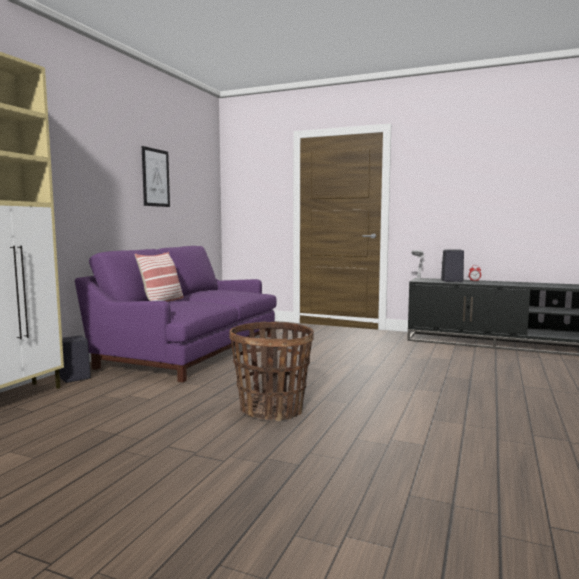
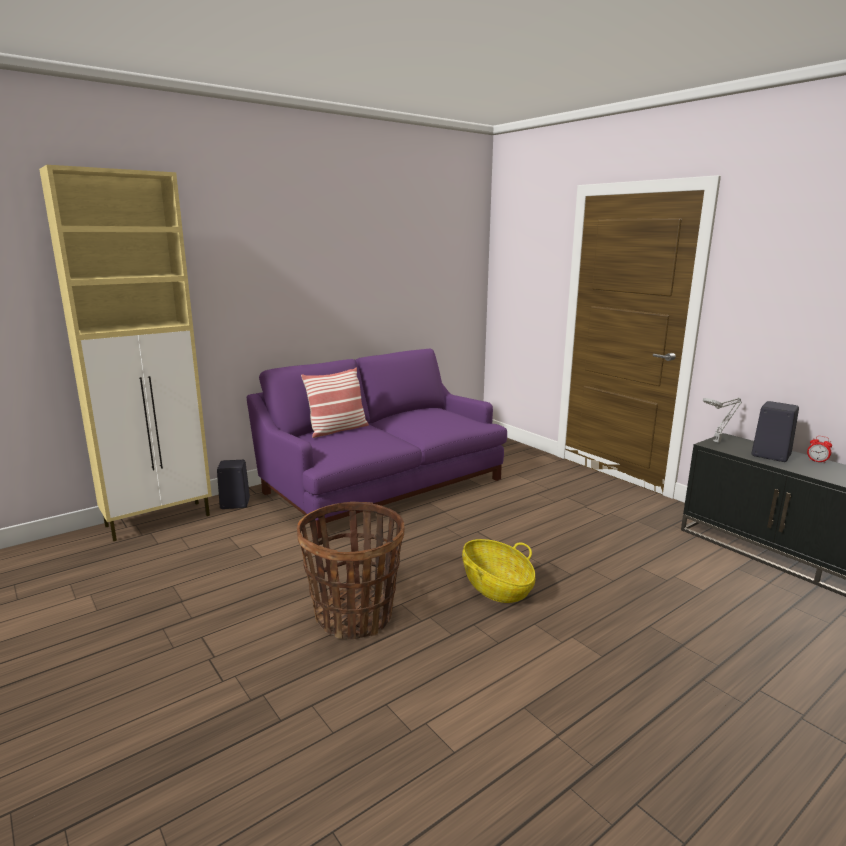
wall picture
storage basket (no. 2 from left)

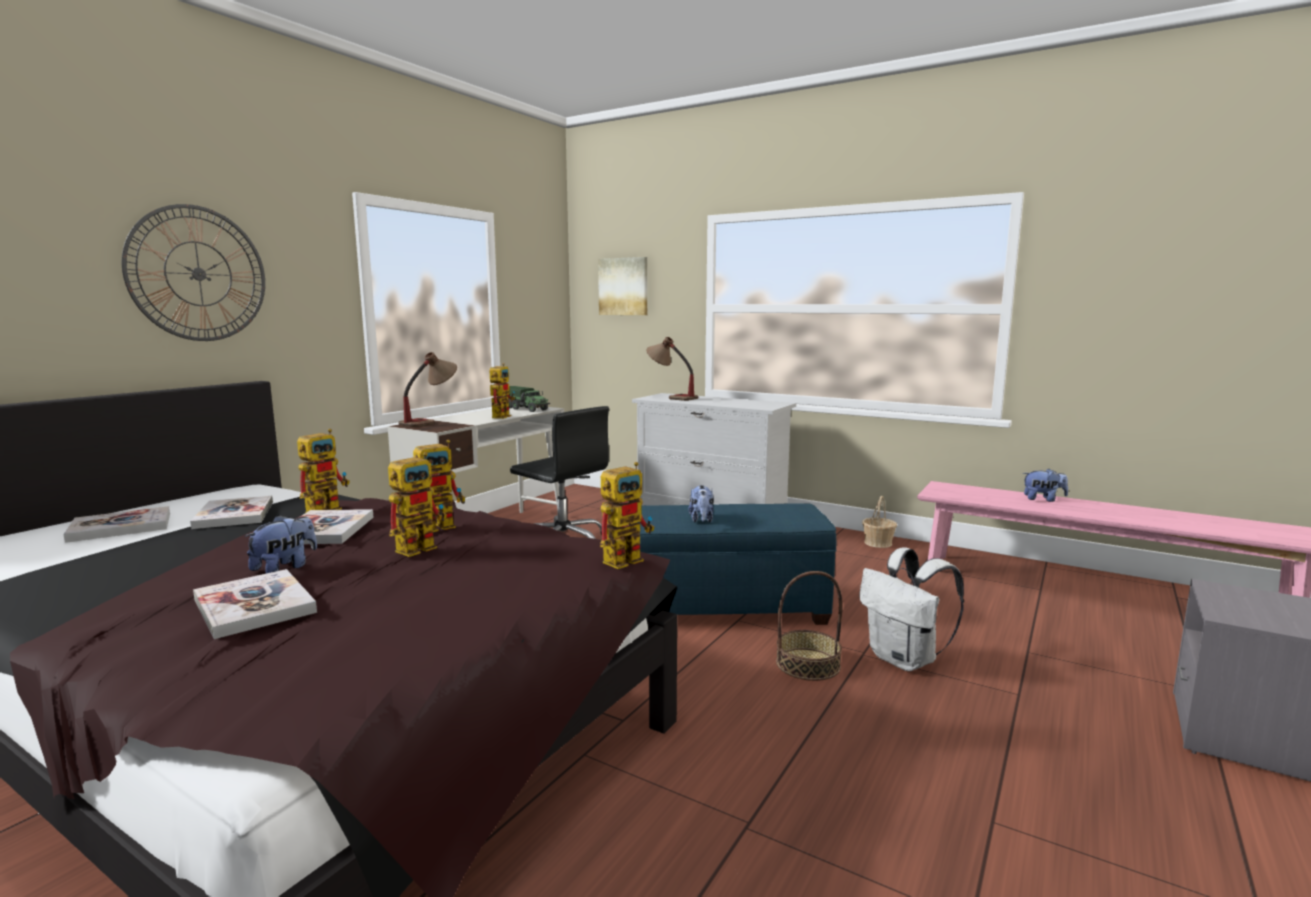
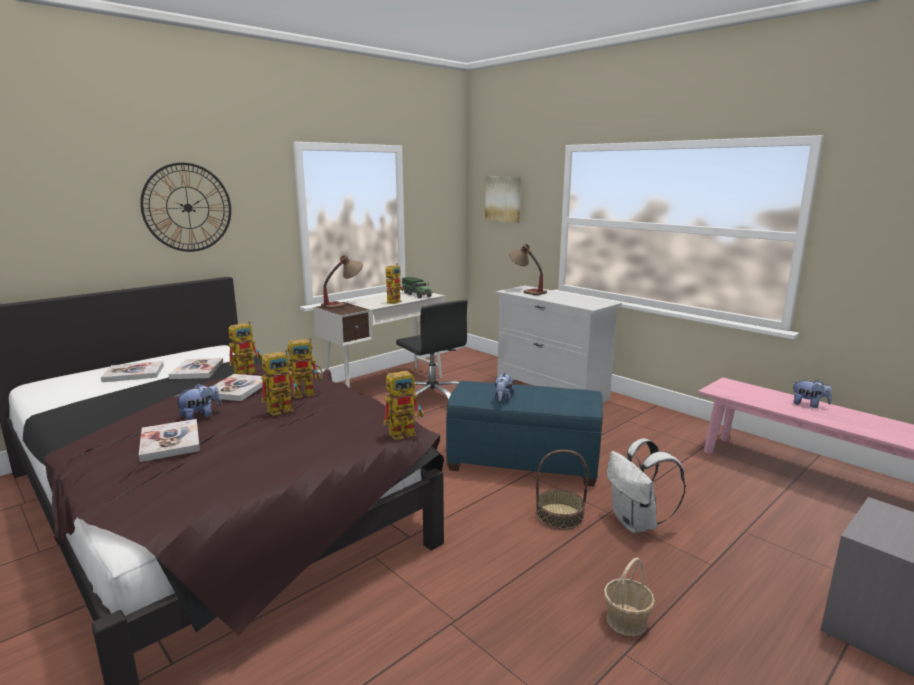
storage basket (no. 2 from left)

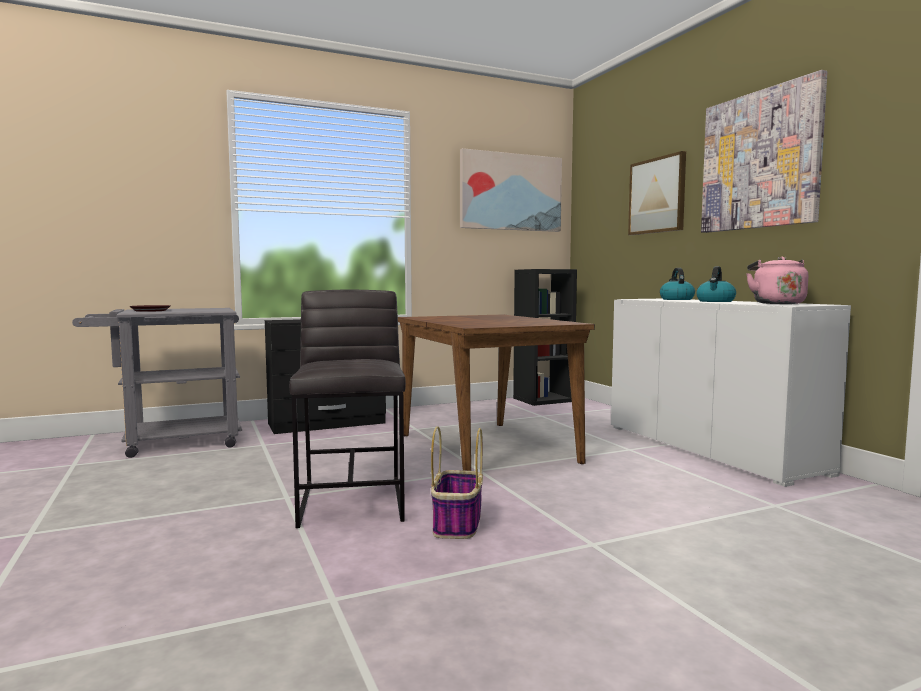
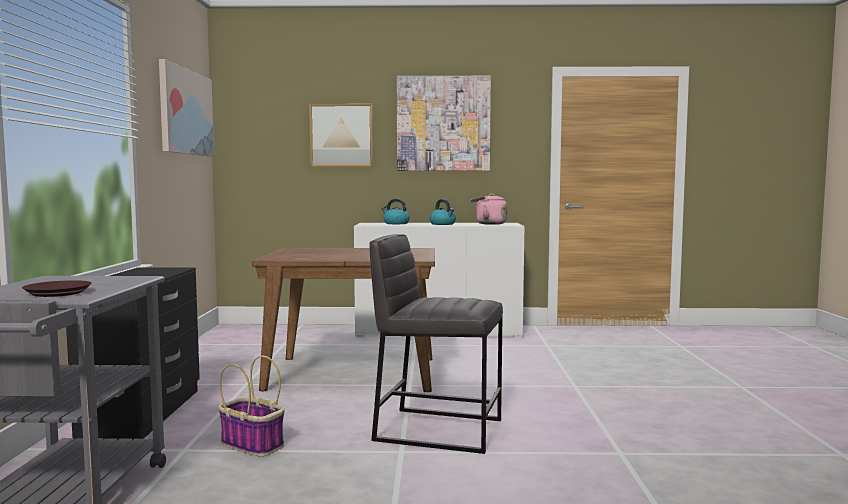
bookshelf (blackish)
storage basket

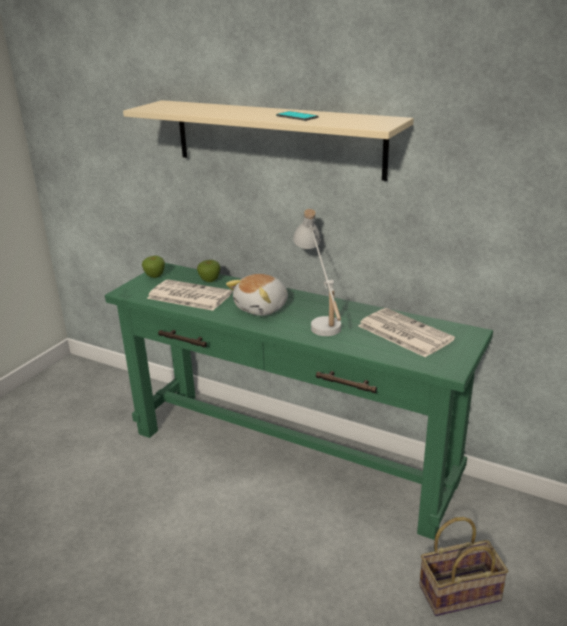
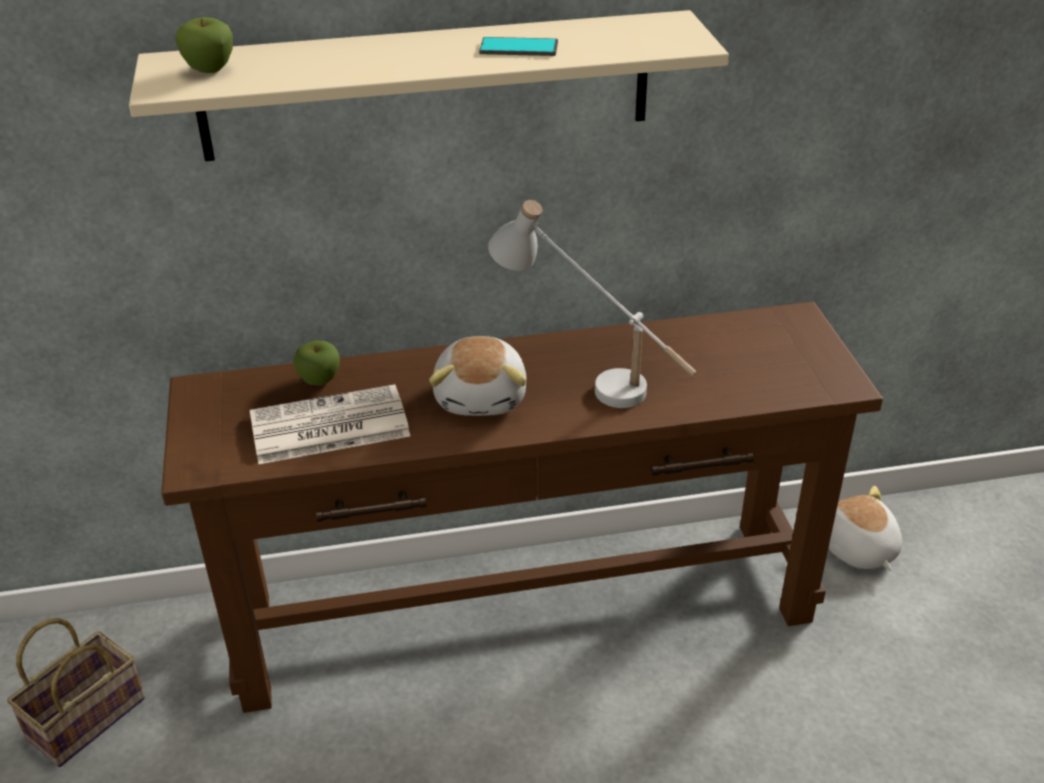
apple (no. 1 from left)
hall table (brown)
printed paper (no. 2 from left in the first image)
storage basket
plush toy (no. 2 from left)

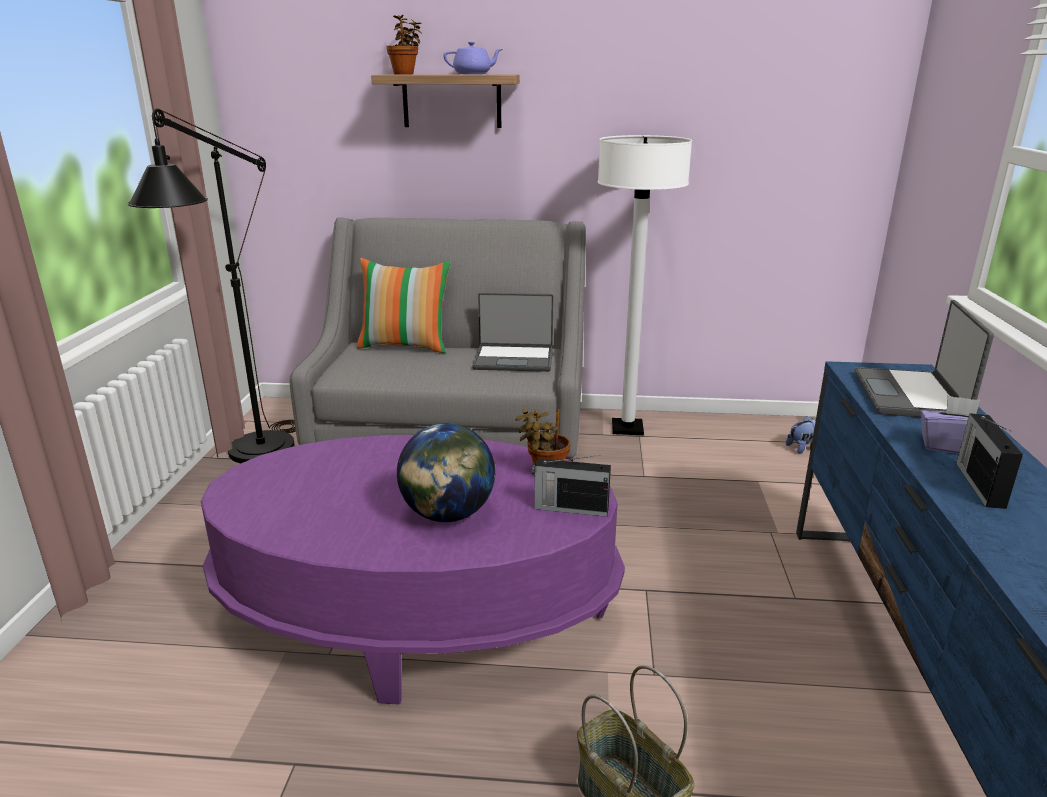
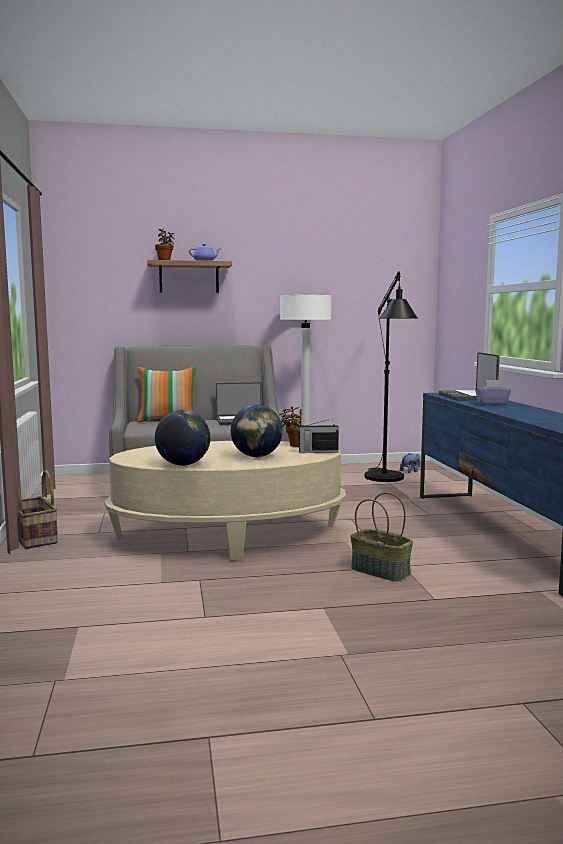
standing lamp (blackish)
radio set (no. 2 from left in the first image)
lounge table (sand-coloured)
globe (no. 1 from left)
storage basket (no. 1 from left)

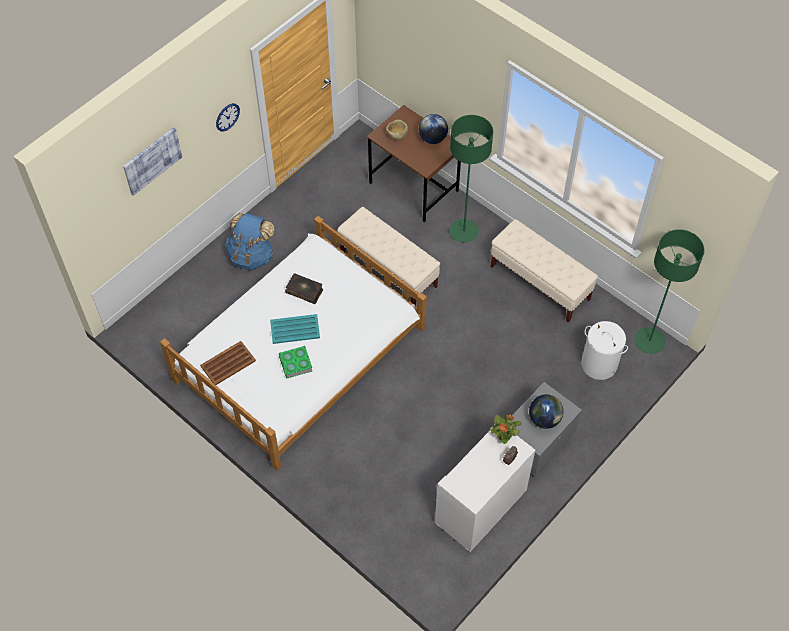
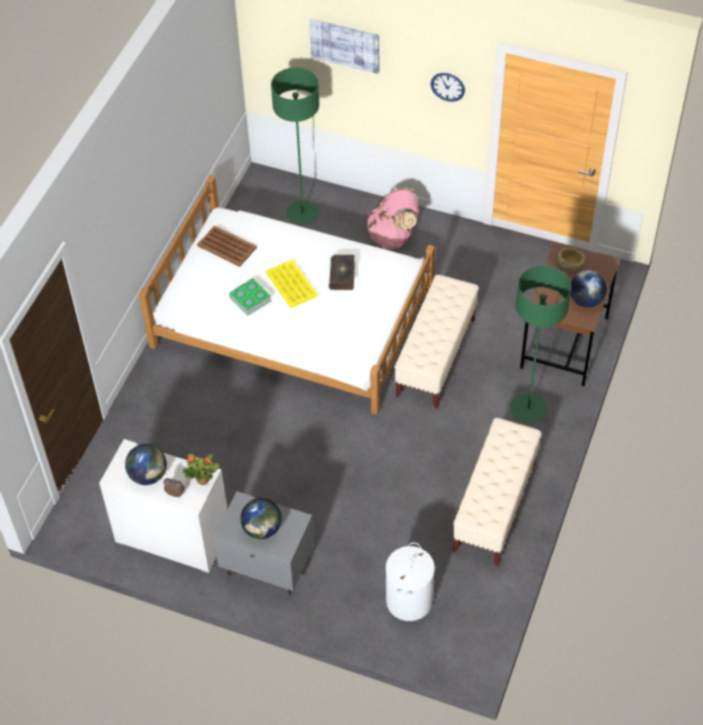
backpack (pinkish)
standing lamp (green) (no. 1 from left)
carrying tray (yellowish)
globe (no. 1 from left)

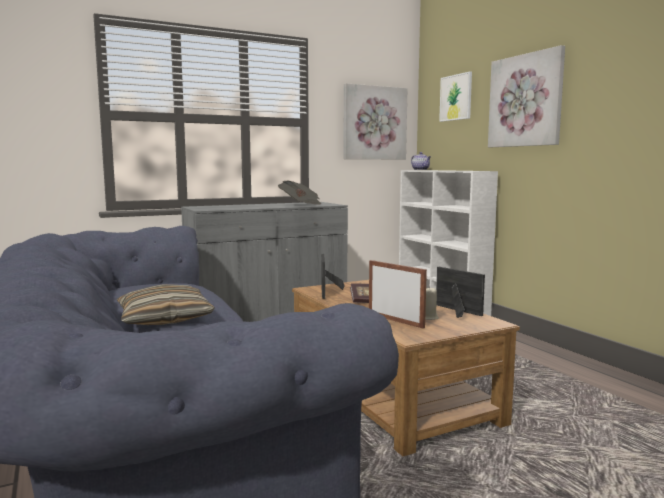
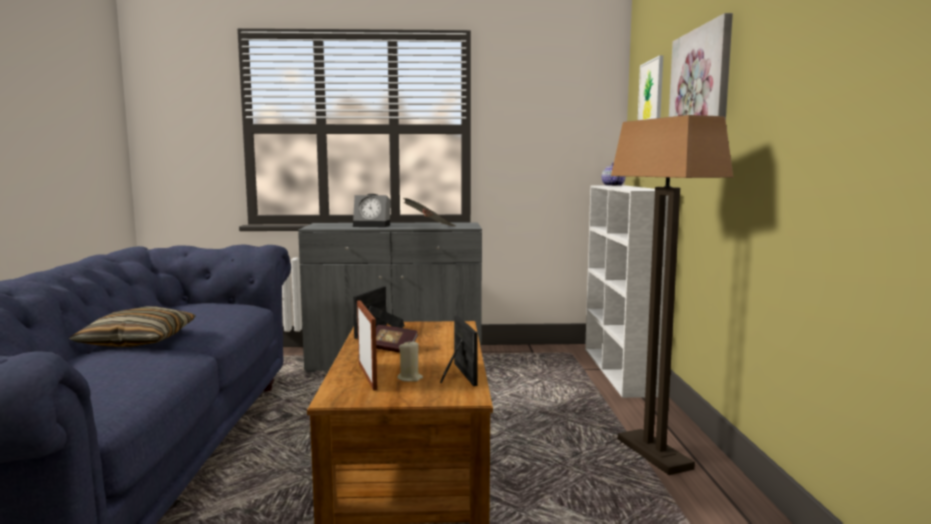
wall picture (no. 1 from left in the first image)
standing lamp
bedside clock

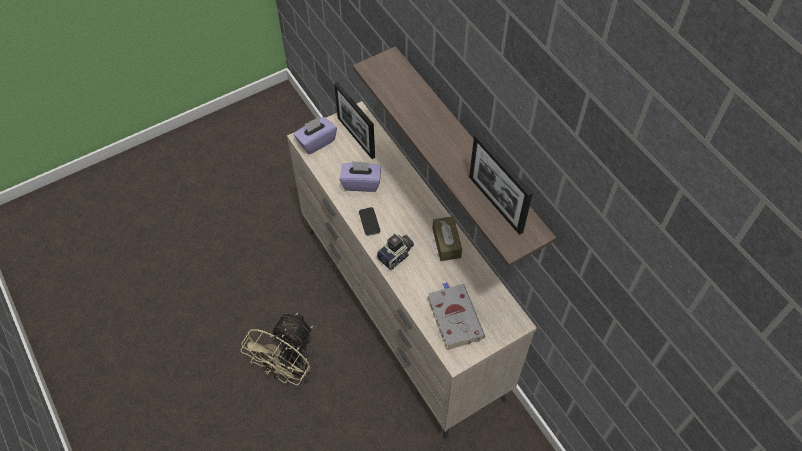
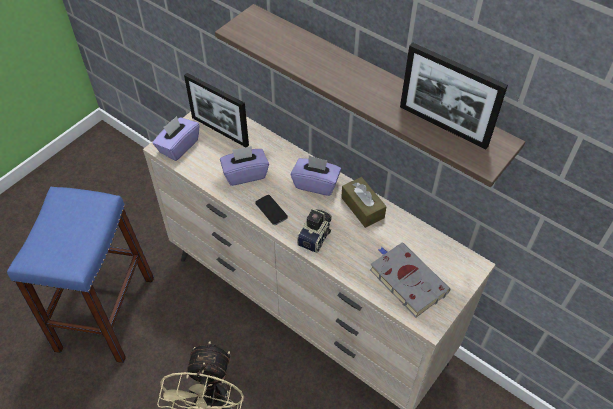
tissue holder (purplish) (no. 3 from left)
sitting stool (blue)

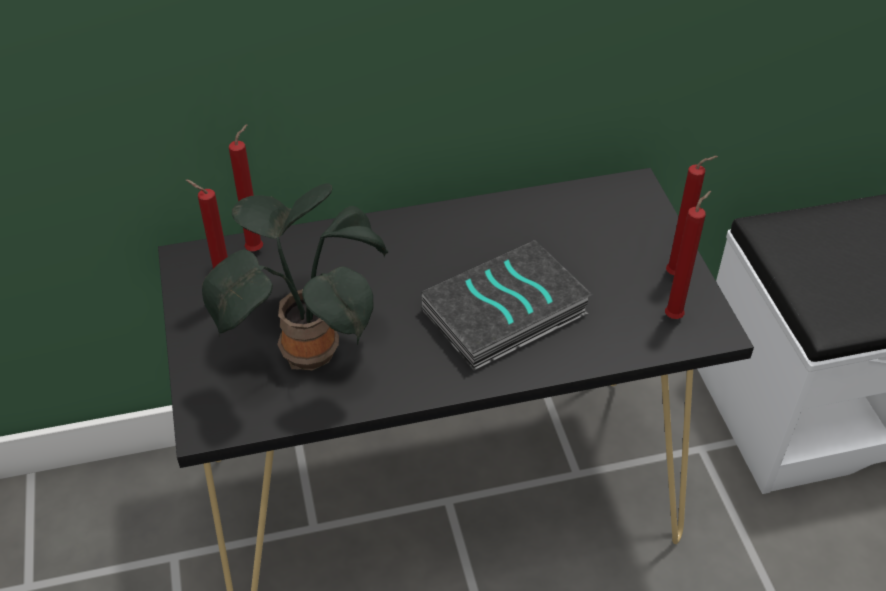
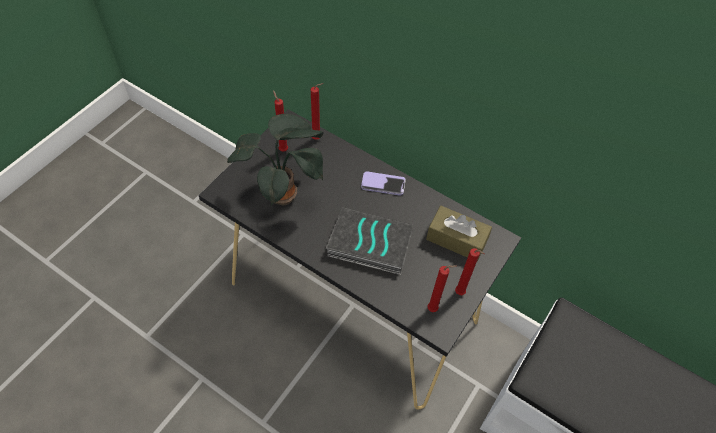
phone
tissue holder (brown)

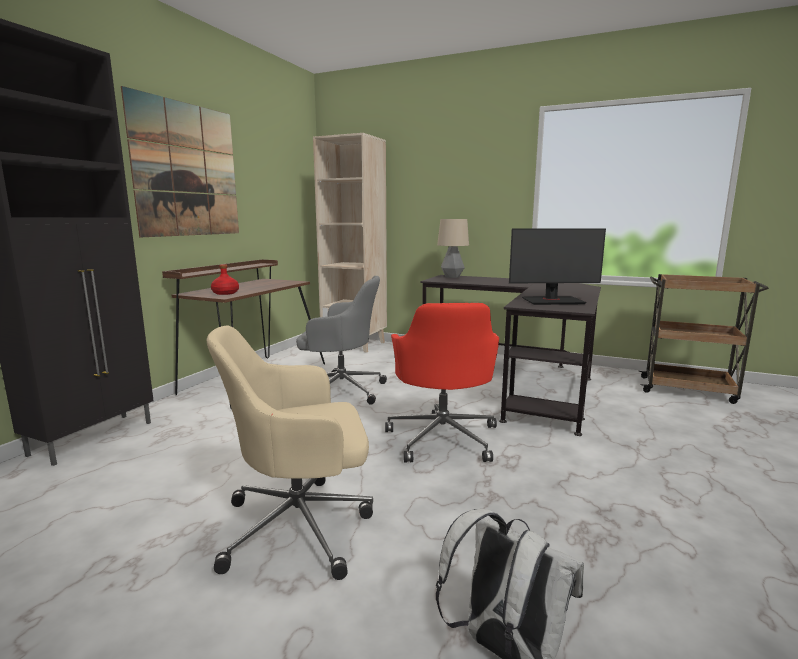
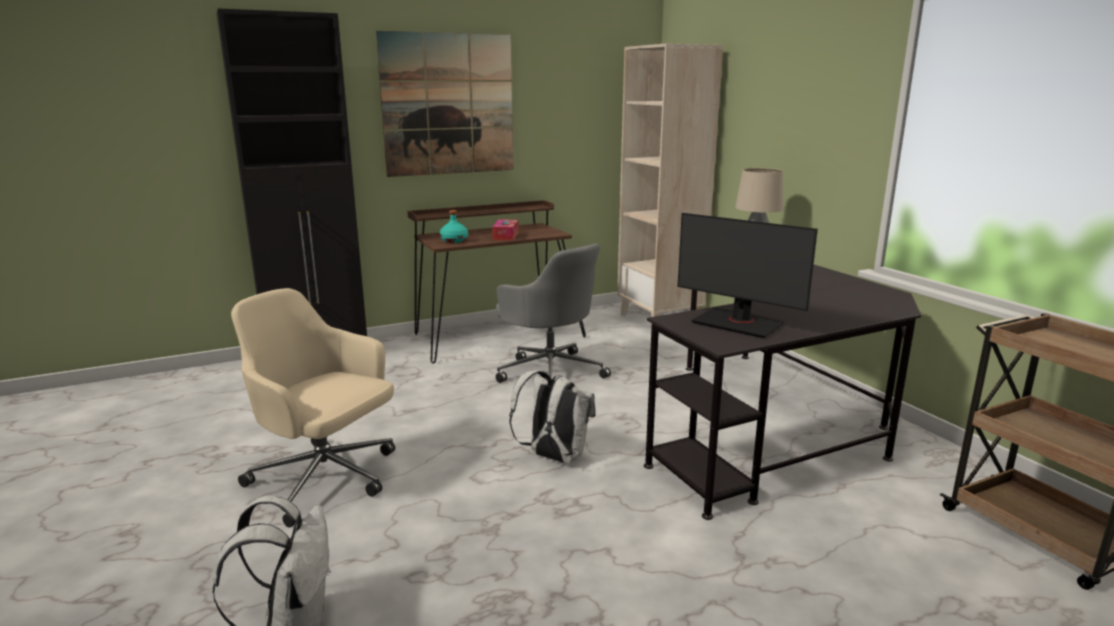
drink bottle (blue-green)
backpack (white-coloured) (no. 2 from left)
tissue holder

